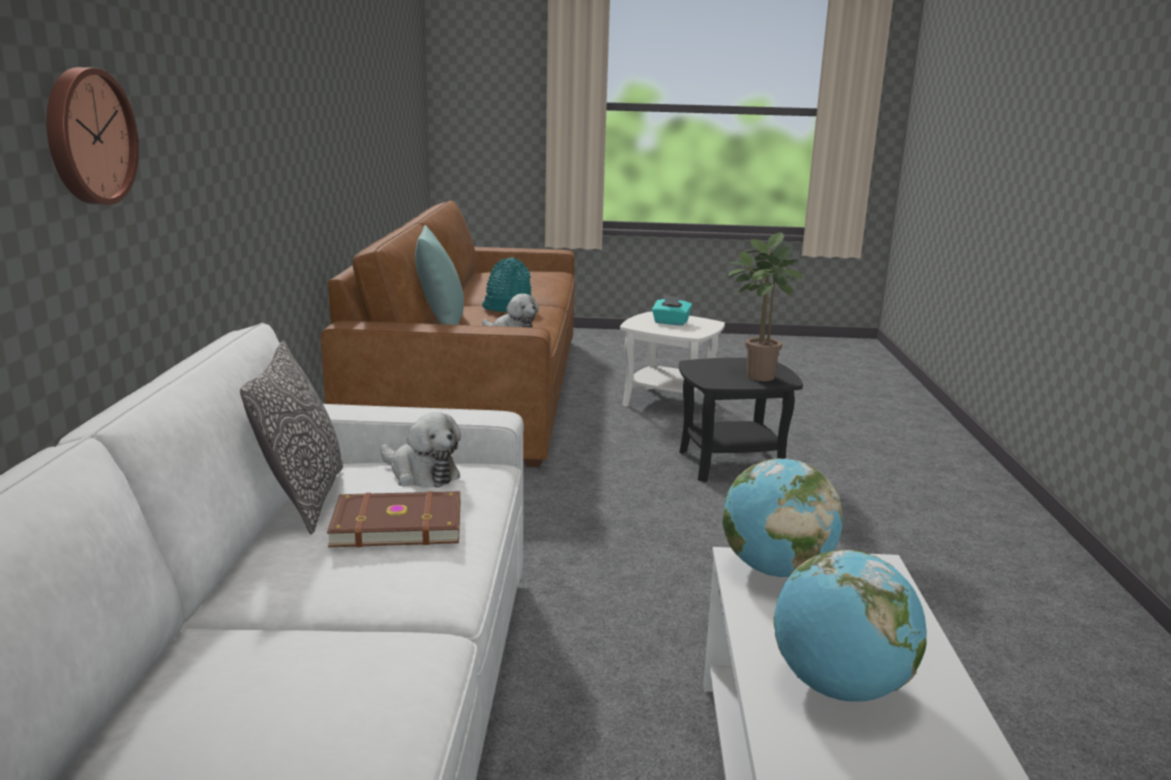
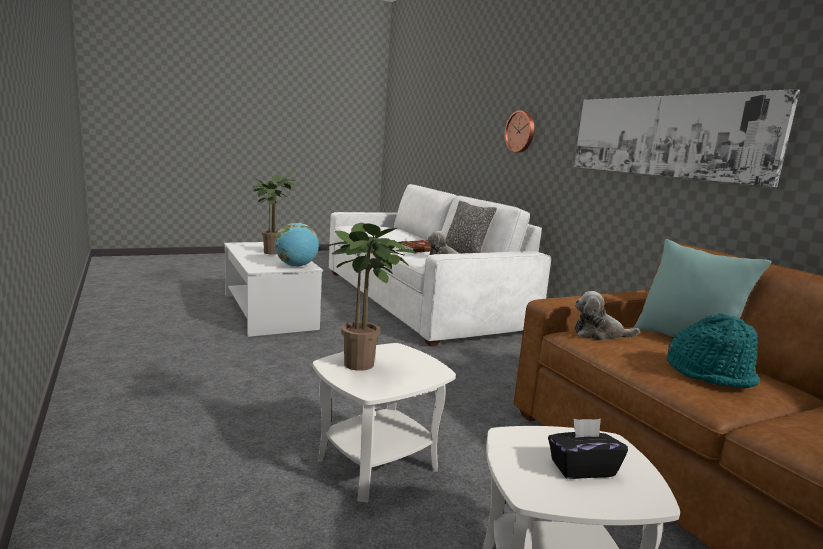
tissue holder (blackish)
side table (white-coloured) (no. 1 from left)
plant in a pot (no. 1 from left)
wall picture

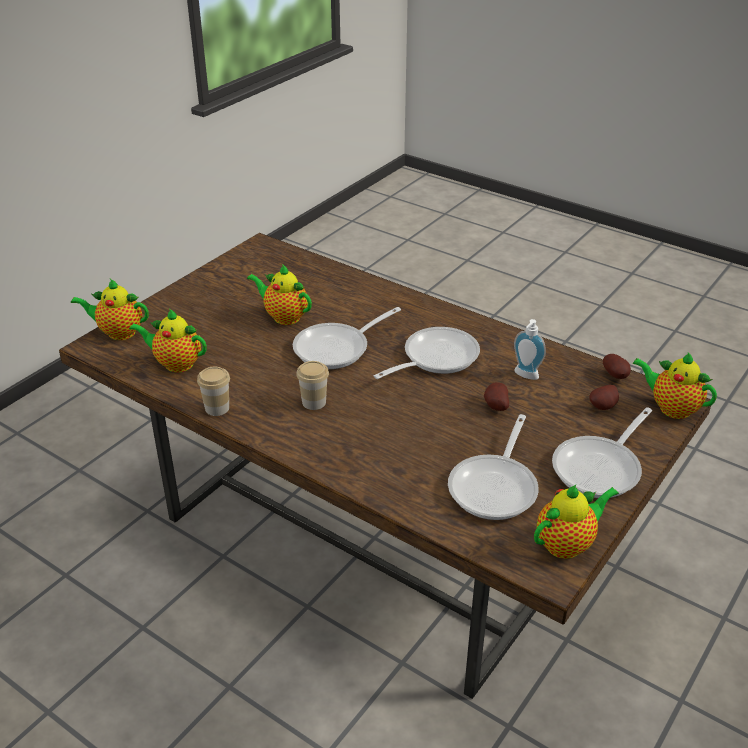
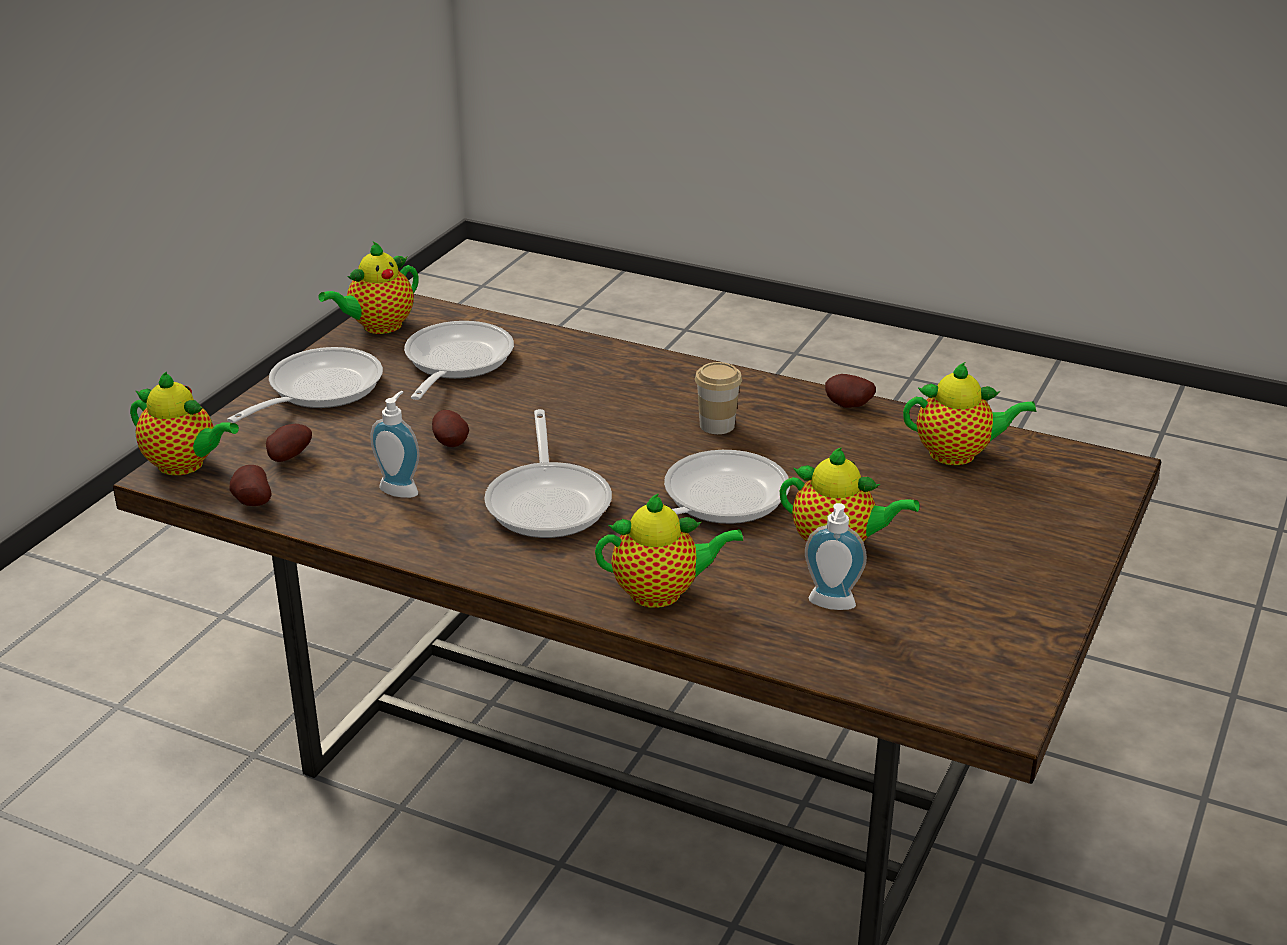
pot for tea (no. 3 from left)
pan (no. 3 from left)
potato (no. 4 from left)
soap dispenser (no. 2 from left)

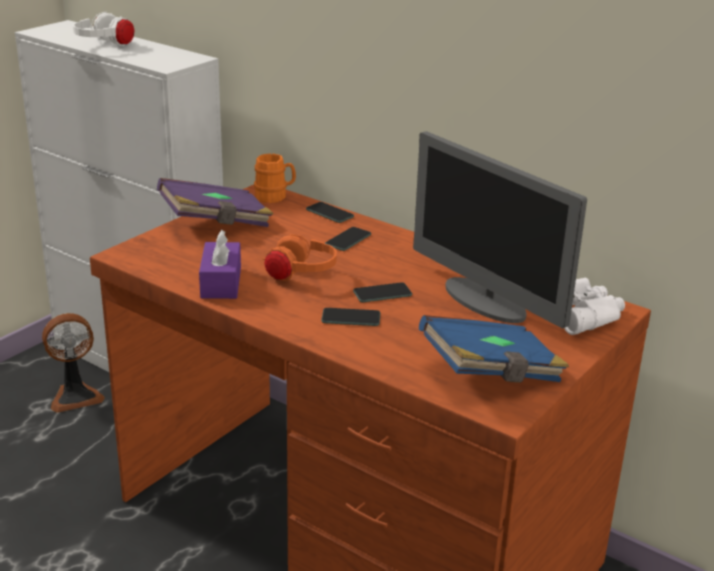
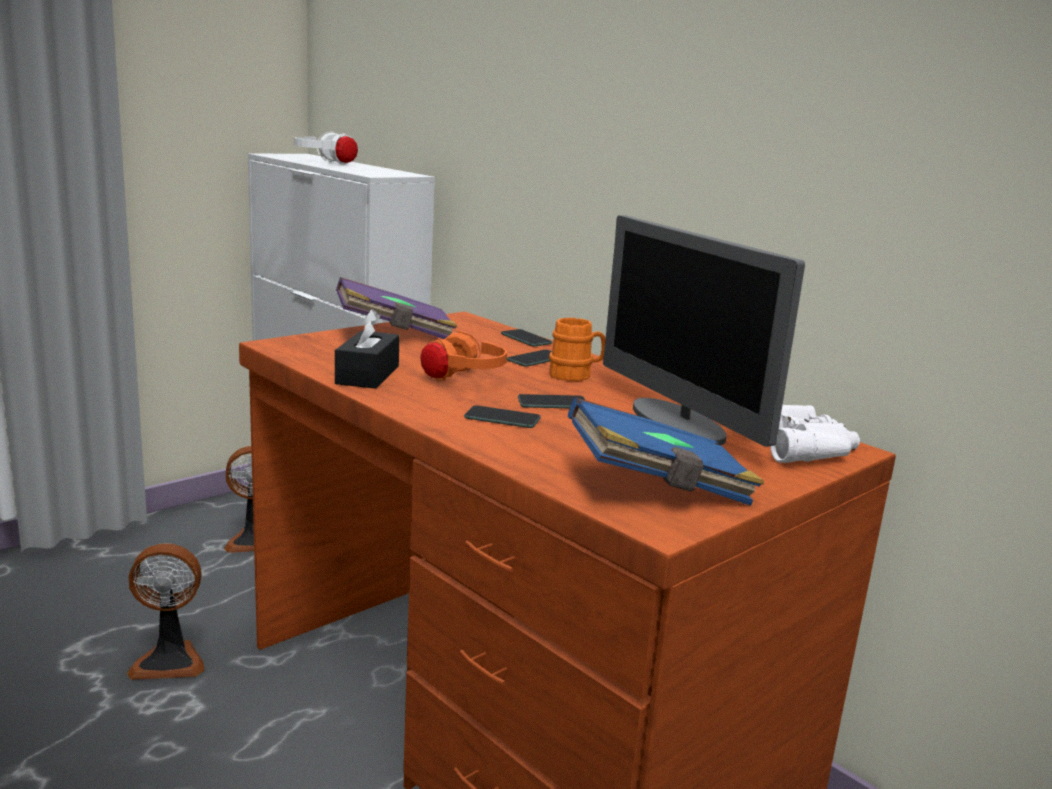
mug (orange)
tissue holder (blackish)
cooling fan (no. 1 from left)

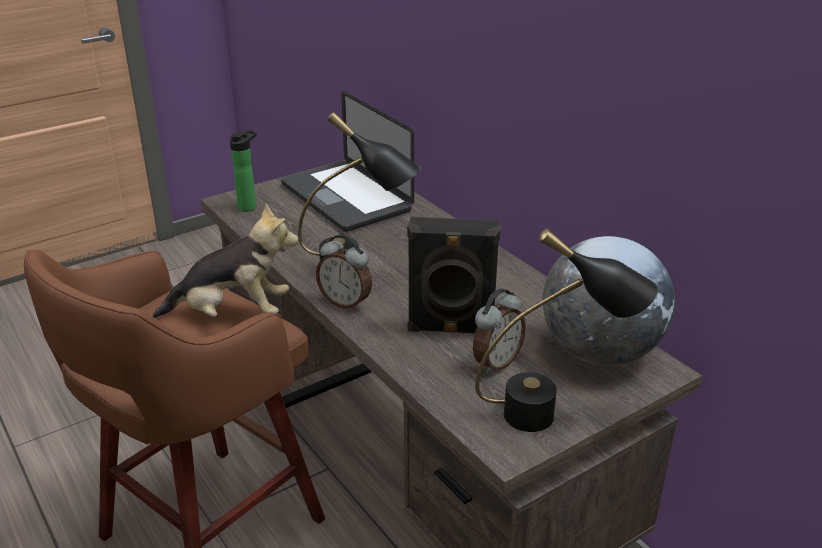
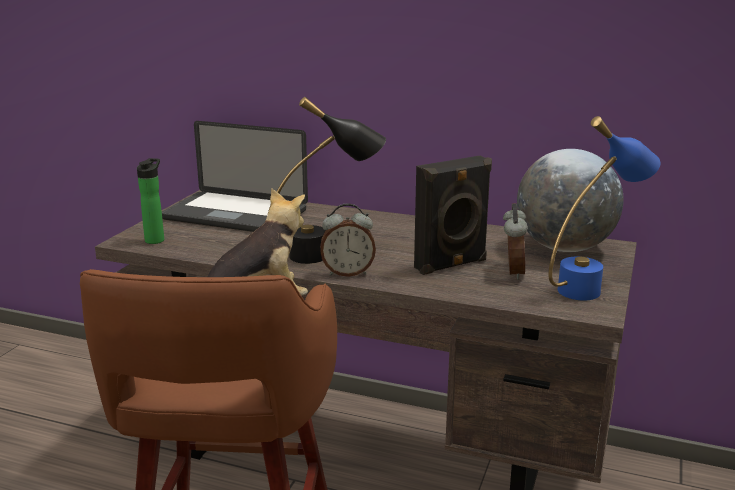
lamp for a table (blue)

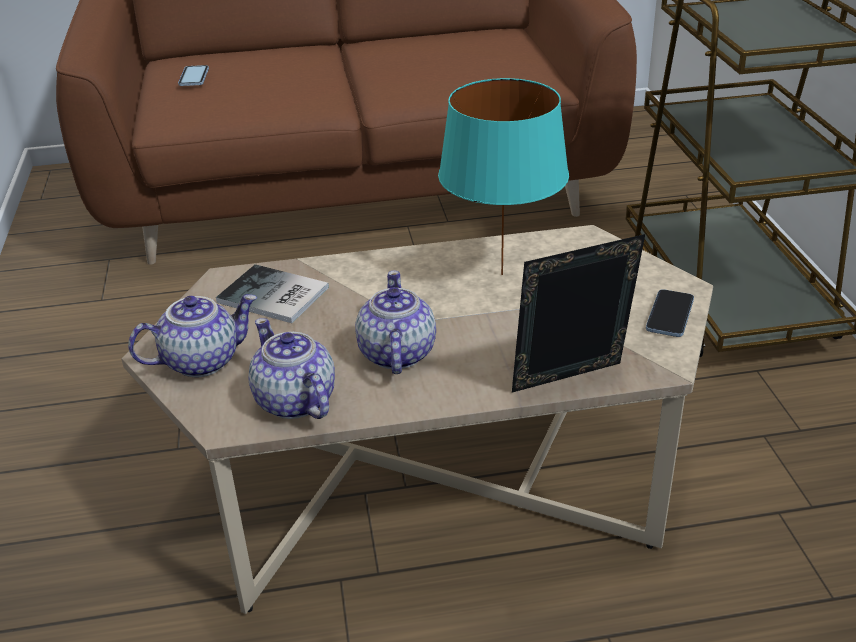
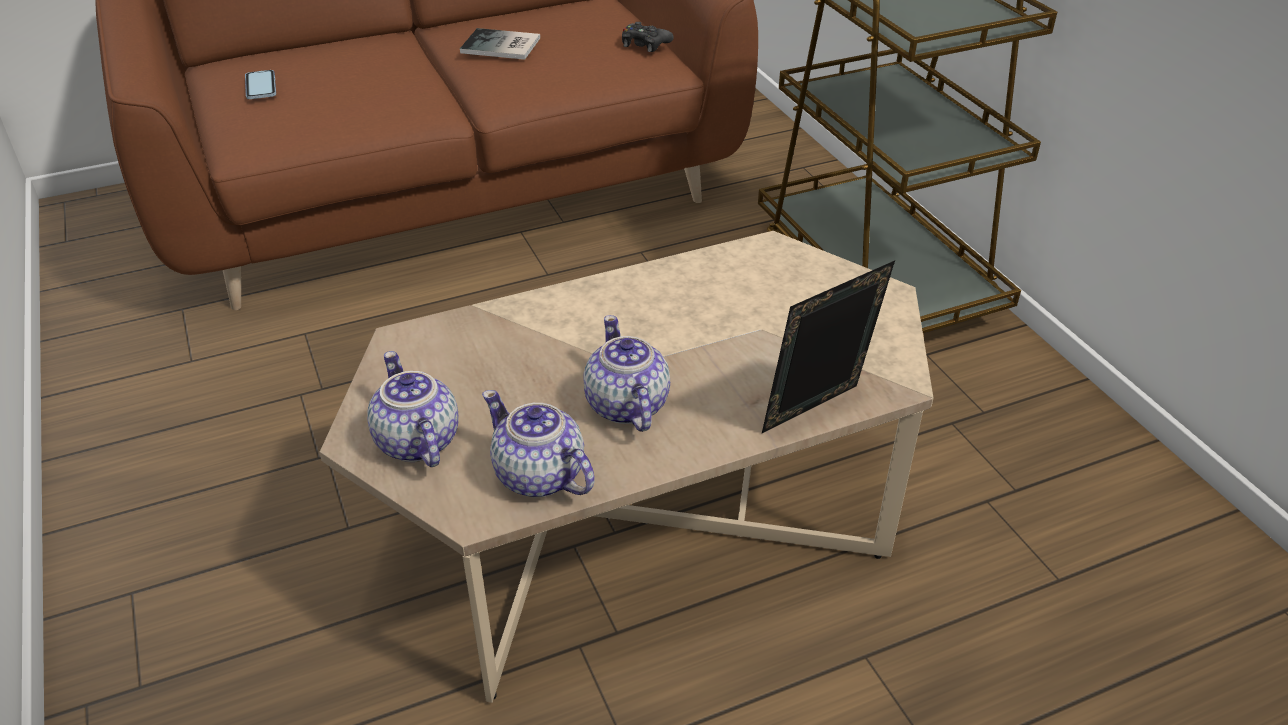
lamp for a table (blue-green)
volume
phone (no. 2 from left in the first image)
pot for tea (no. 1 from left)
joypad (blackish)

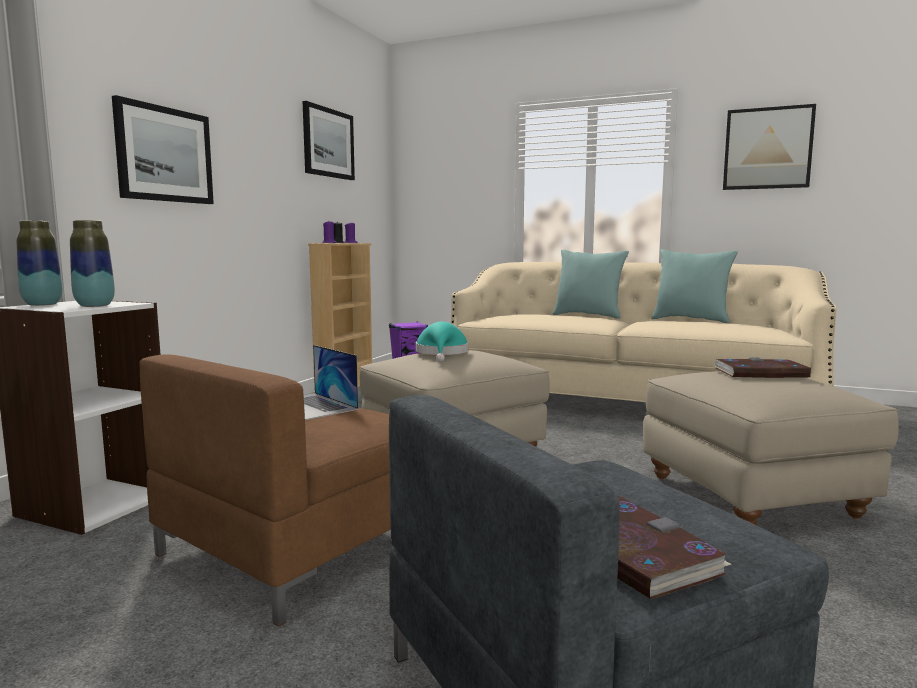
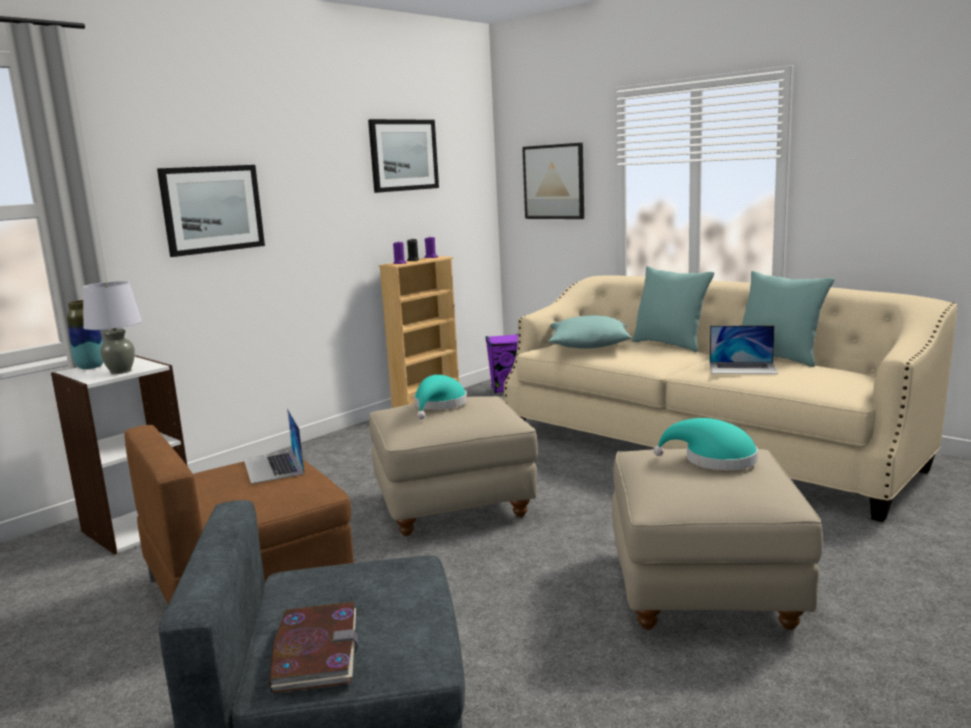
wall picture (no. 3 from left)
lamp for a table (grey)
clothing hat (blue-green) (no. 2 from left)
pillow (blue-green) (no. 1 from left)
portable computer (no. 2 from left)

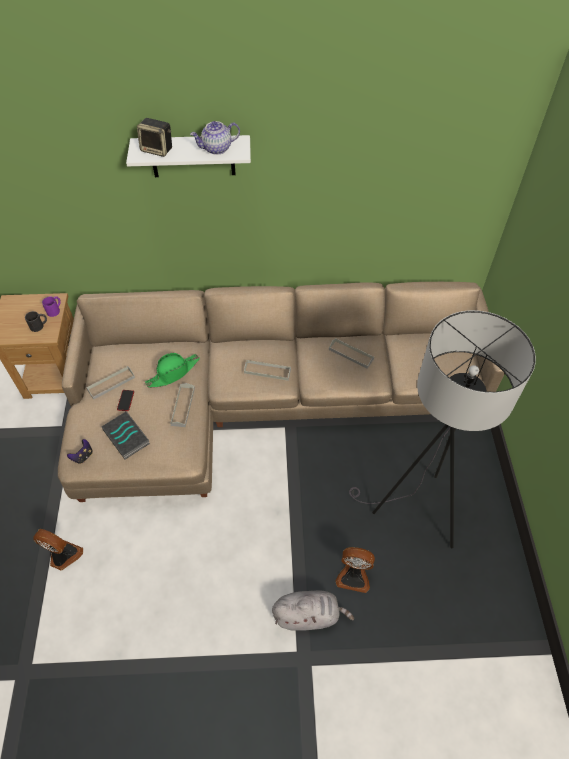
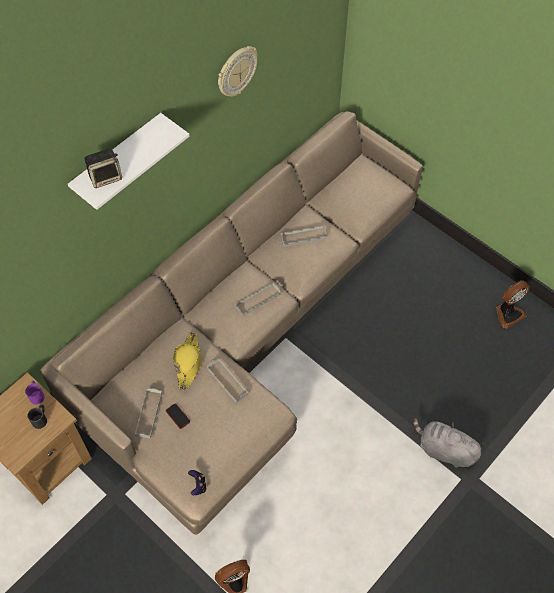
pot for tea
standing lamp (grey)
clothing hat (yellowish)
volume
cooling fan (no. 2 from left)
plush toy (grey)
wall clock

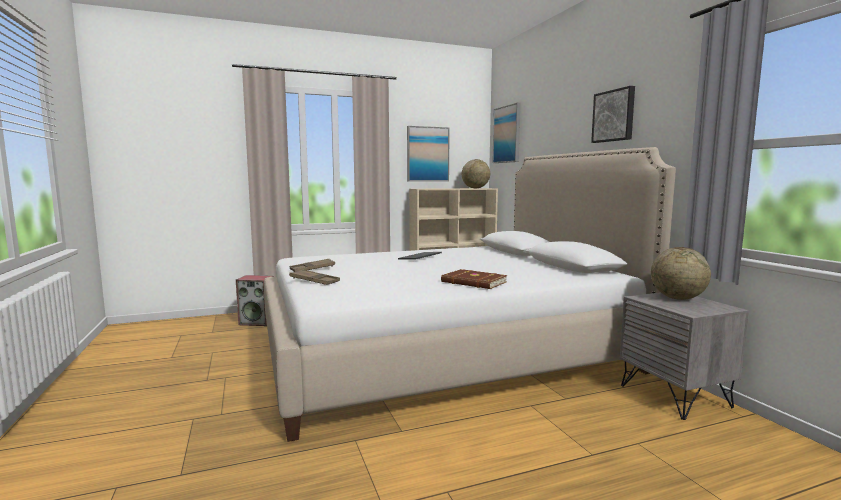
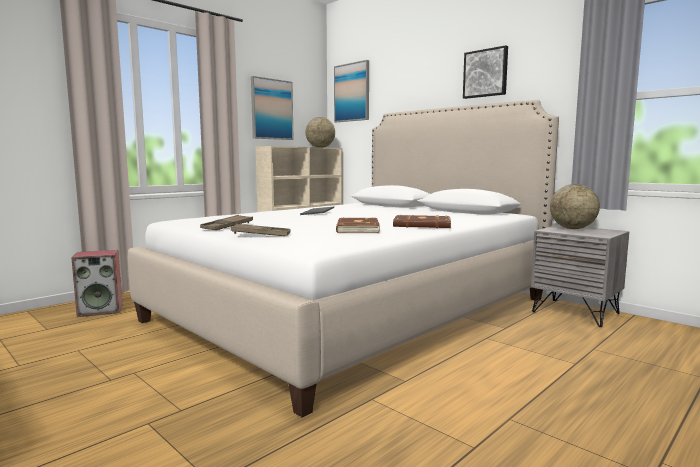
volume (brown) (no. 1 from left)

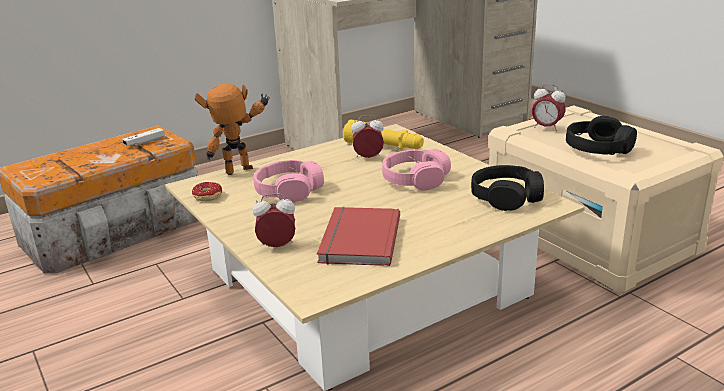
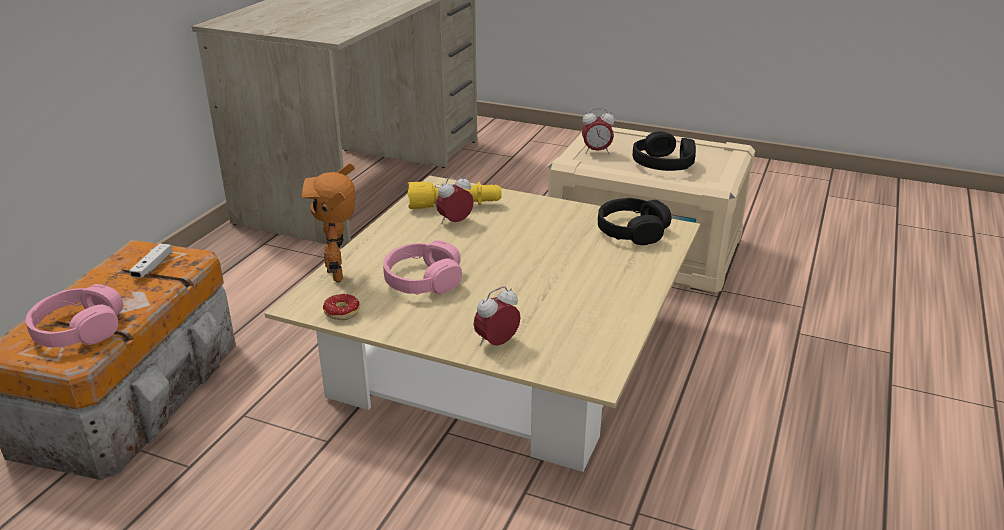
toy robot
headset (pinkish) (no. 1 from left)
volume (red)

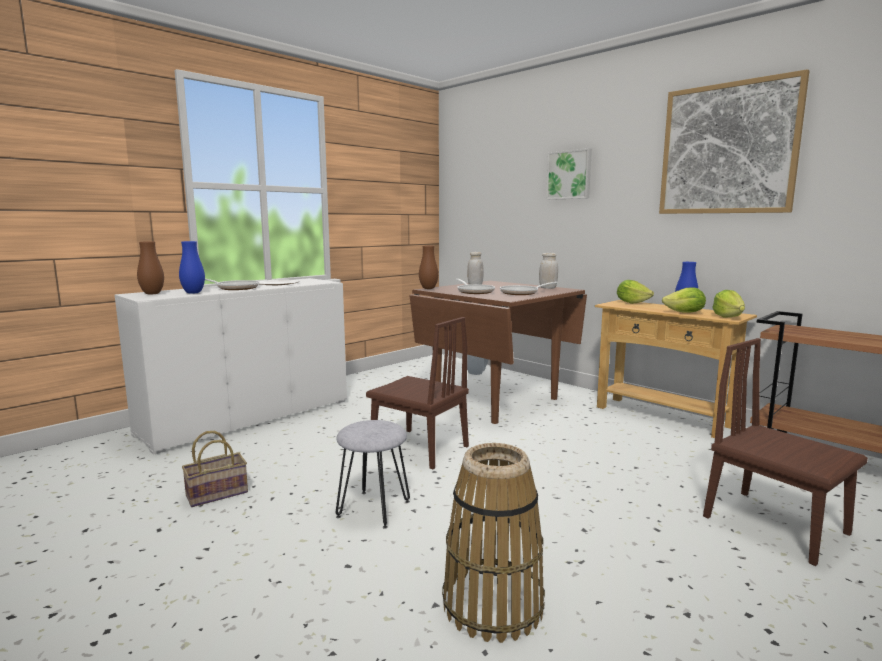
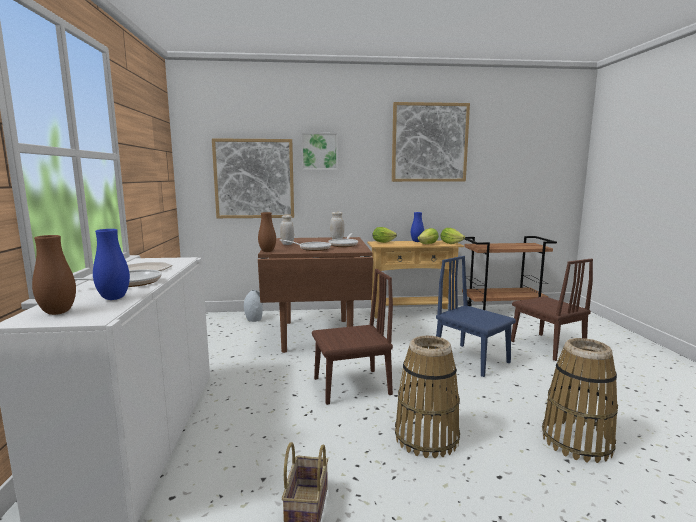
chair (brown) (no. 2 from left)
storage basket (no. 2 from left)
wall picture (no. 1 from left)
chair (blue)

